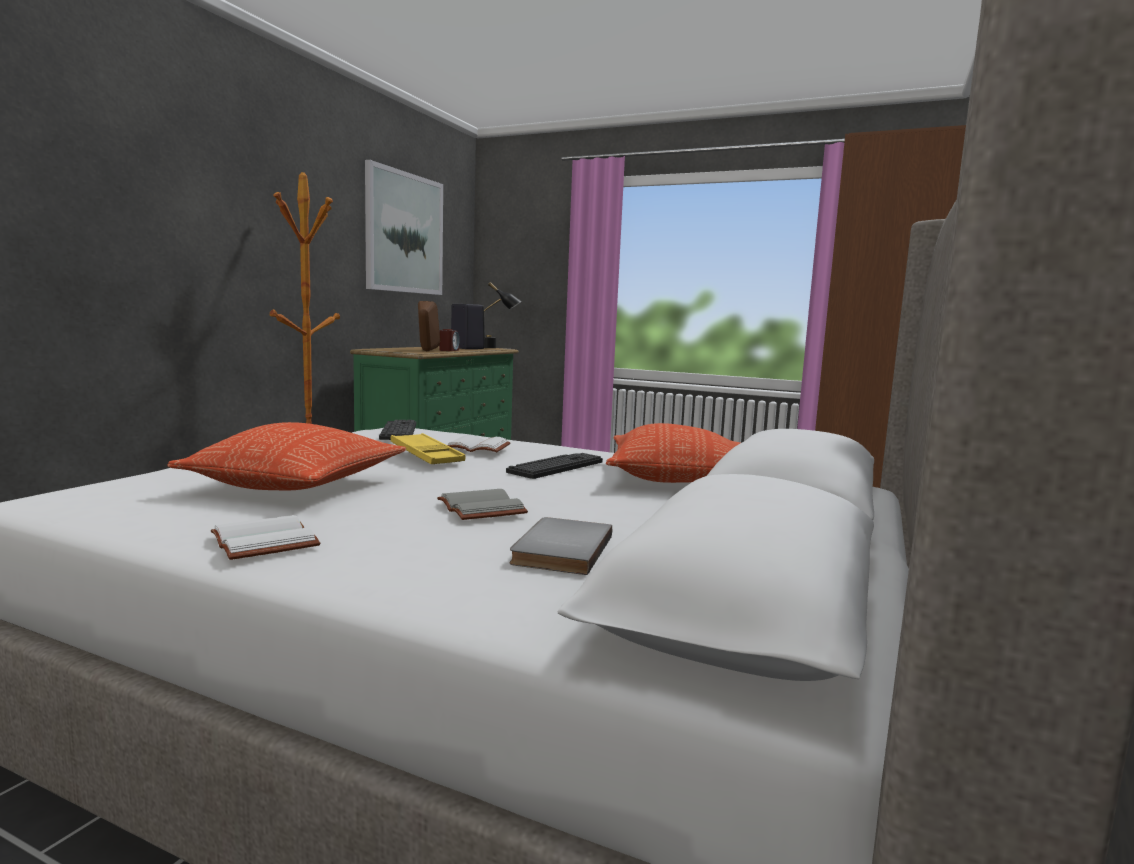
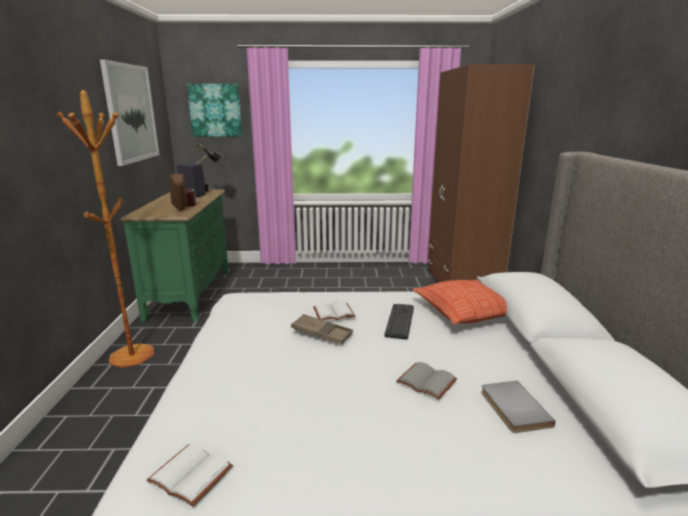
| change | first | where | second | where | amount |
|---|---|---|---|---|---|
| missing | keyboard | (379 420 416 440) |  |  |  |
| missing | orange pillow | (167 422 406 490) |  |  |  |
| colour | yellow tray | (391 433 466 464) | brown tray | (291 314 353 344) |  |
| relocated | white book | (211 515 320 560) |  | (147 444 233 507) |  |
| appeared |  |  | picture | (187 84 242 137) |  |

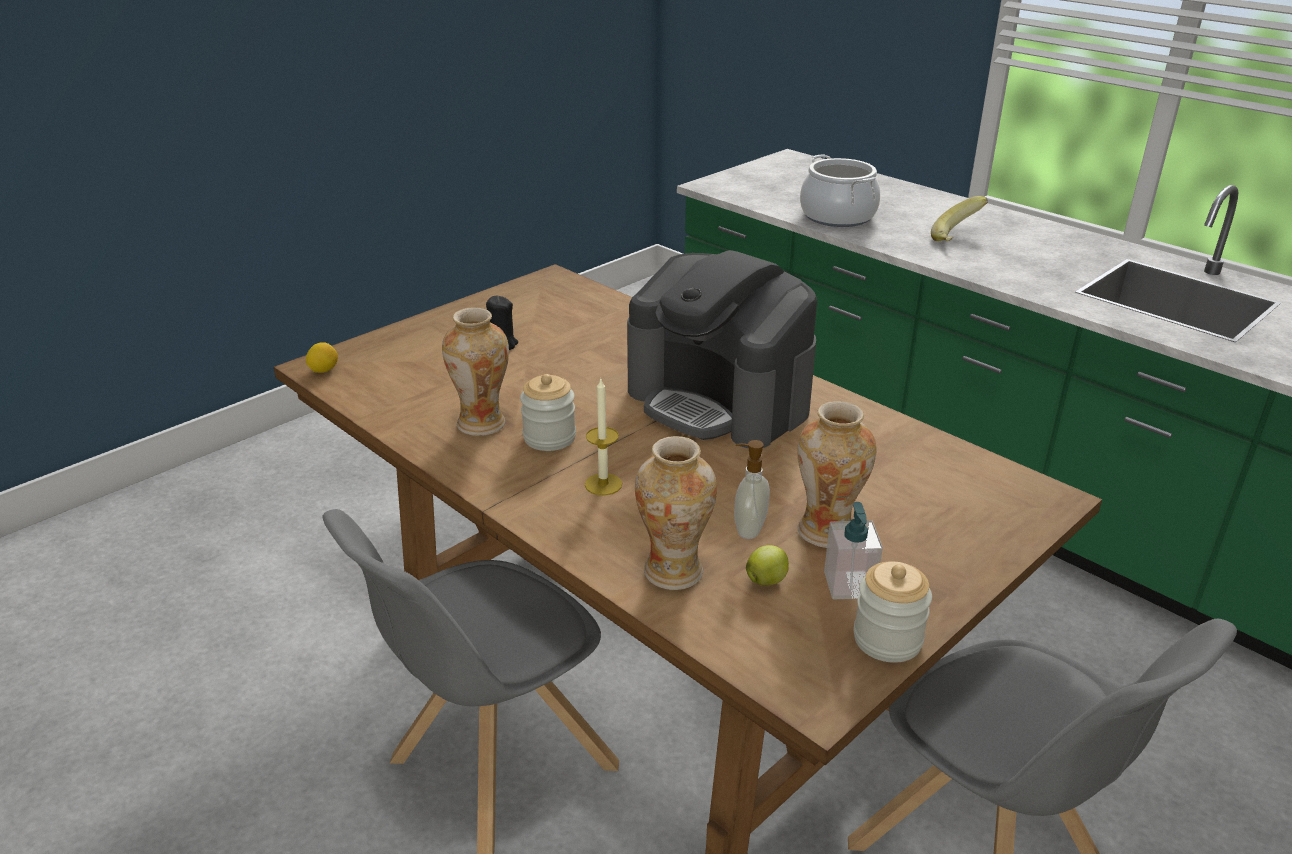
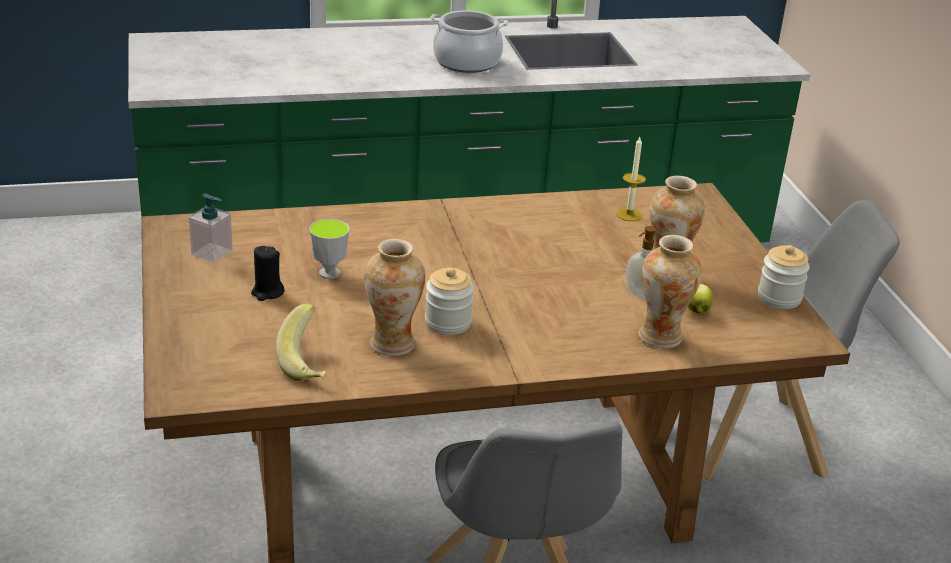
| change | first | where | second | where | amount |
|---|---|---|---|---|---|
| relocated | cooking pot | (800 155 880 227) |  | (430 10 508 73) |  |
| relocated | banana | (931 196 988 241) |  | (276 303 326 381) |  |
| missing | coffee machine | (627 250 817 448) |  |  |  |
| missing | lemon | (306 342 338 373) |  |  |  |
| relocated | candle | (585 379 622 496) |  | (616 137 646 221) |  |
| relocated | soap dispenser | (824 502 883 599) |  | (189 193 233 263) |  |
| appeared |  |  | cup | (309 219 349 279) |  |

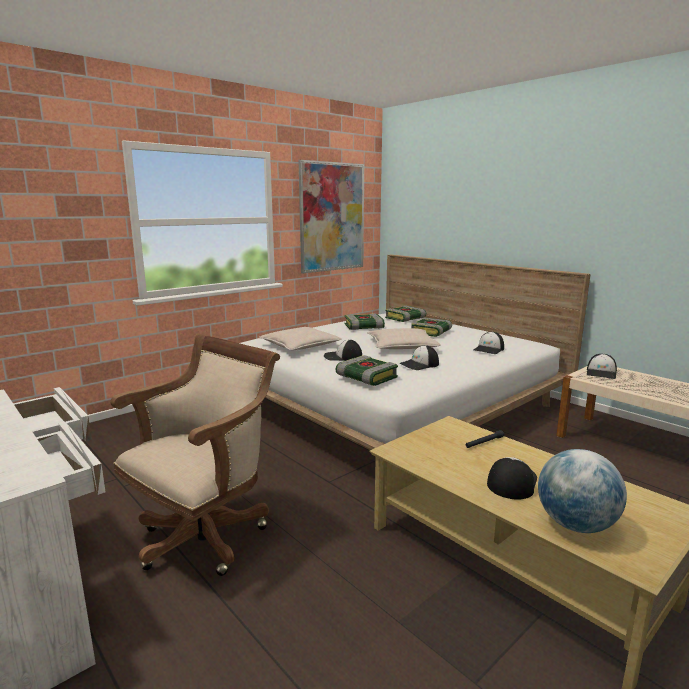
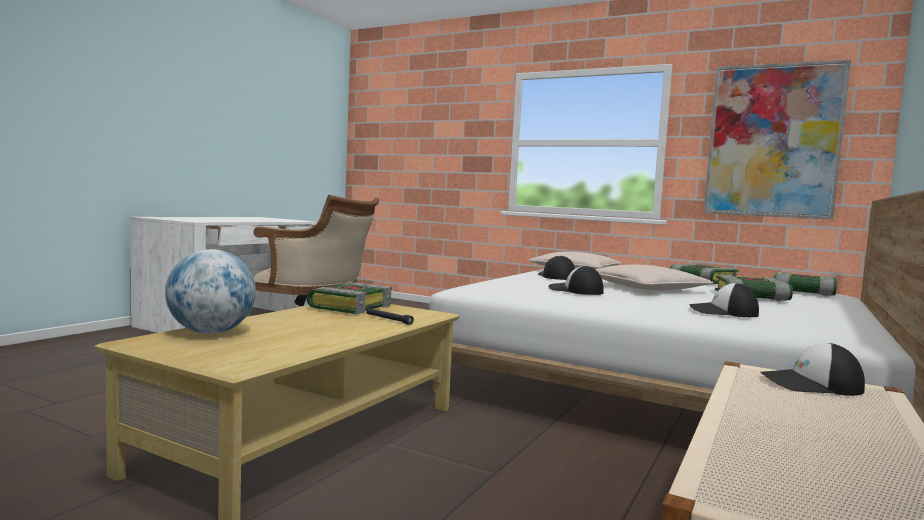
| change | first | where | second | where | amount |
|---|---|---|---|---|---|
| relocated | book | (335 355 398 386) |  | (307 282 392 314) |  |
| missing | cap | (487 457 537 499) |  |  |  |

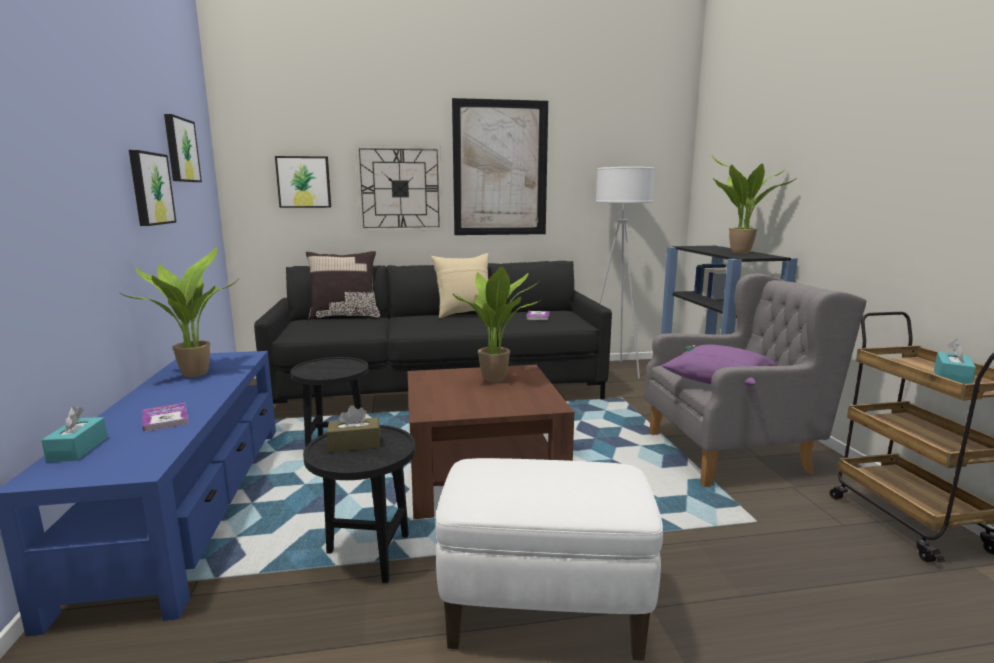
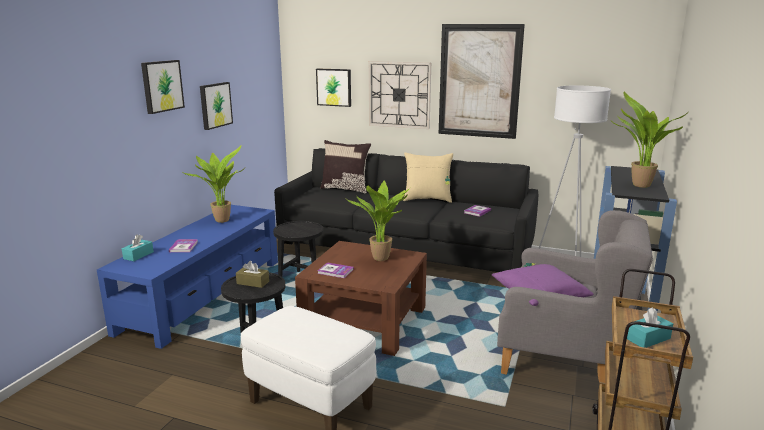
| change | first | where | second | where | amount |
|---|---|---|---|---|---|
| relocated | picture | (164 114 202 182) |  | (141 60 185 114) |  |
| appeared |  |  | book | (318 263 354 278) |  |

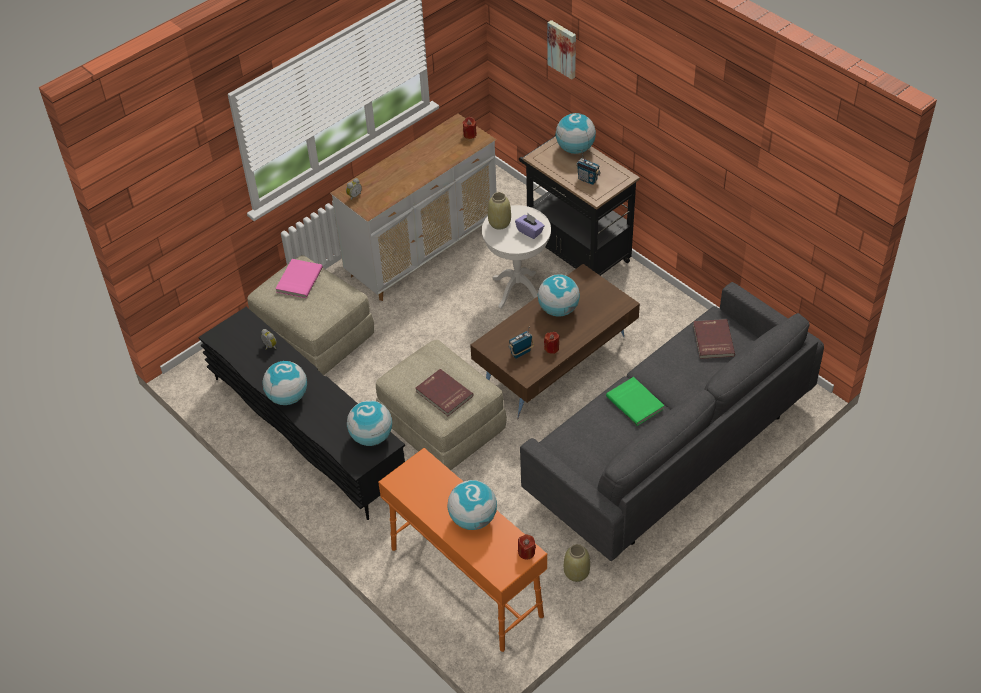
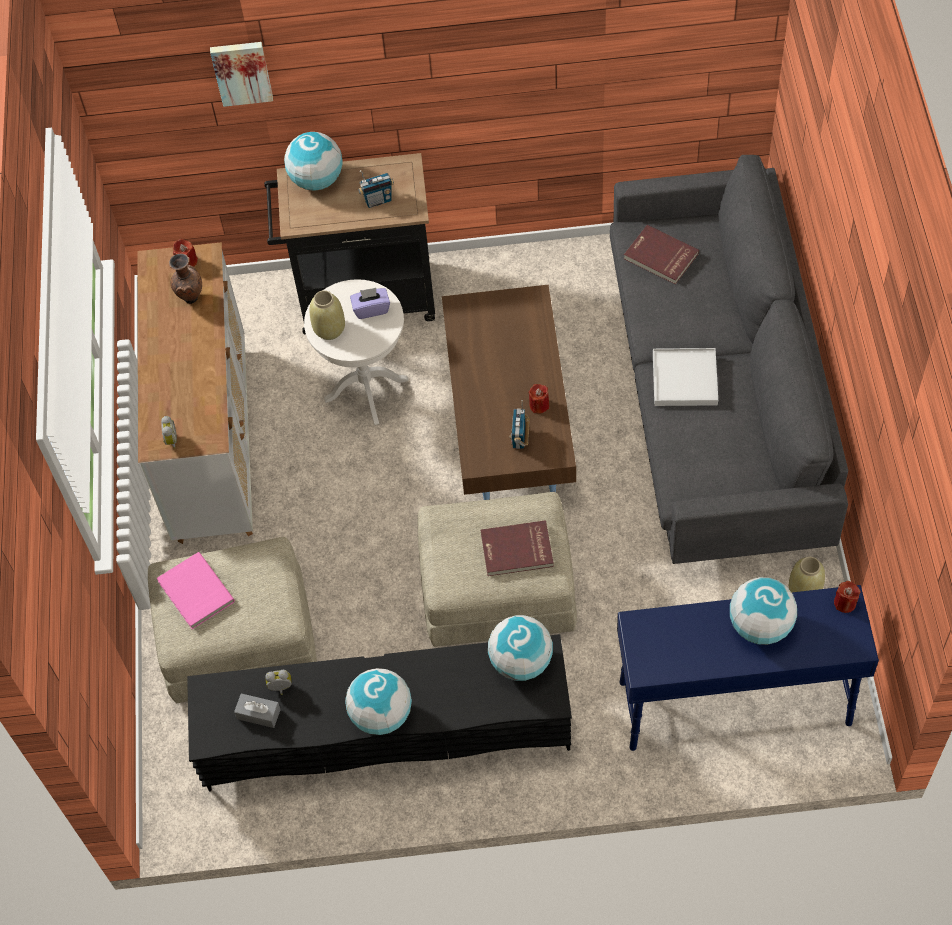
| change | first | where | second | where | amount |
|---|---|---|---|---|---|
| missing | globe | (538 274 580 317) |  |  |  |
| exchanged | green book | (606 377 664 426) | white tray | (653 348 718 406) |  |
| colour | orange console table | (378 448 547 652) | blue console table | (617 585 879 751) |  |
| appeared |  |  | brown vase | (169 253 202 304) |  |
| appeared |  |  | grey tissue box | (234 693 281 728) |  |

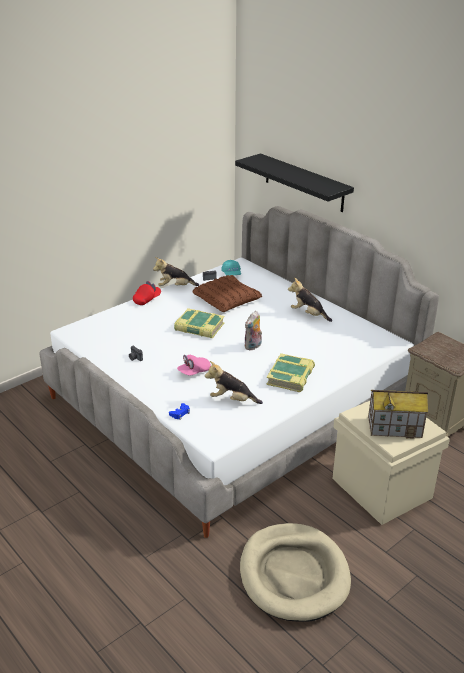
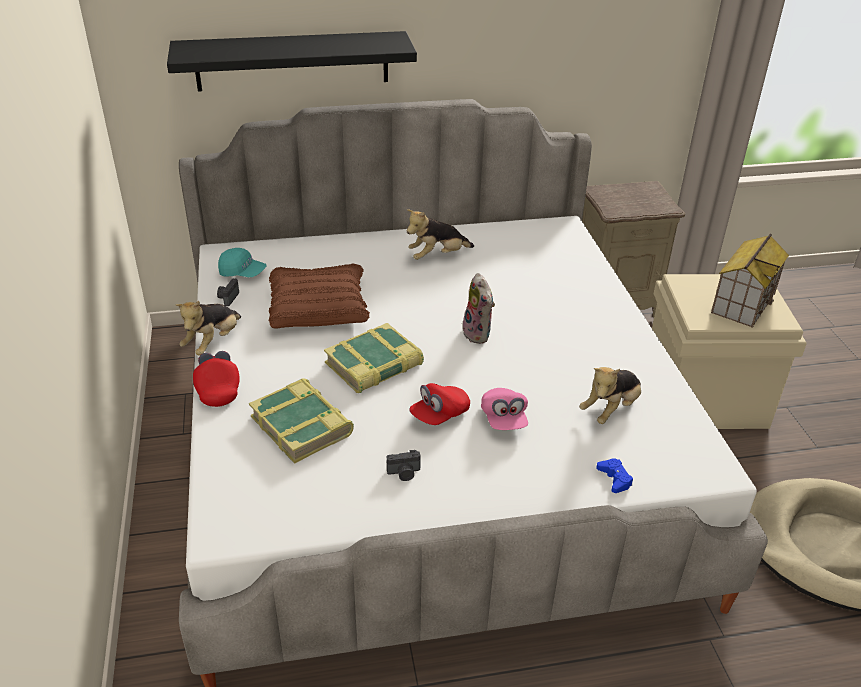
| change | first | where | second | where | amount |
|---|---|---|---|---|---|
| relocated | book | (267 353 315 392) |  | (249 378 354 464) |  |
| appeared |  |  | red cap | (409 383 470 425) |  |

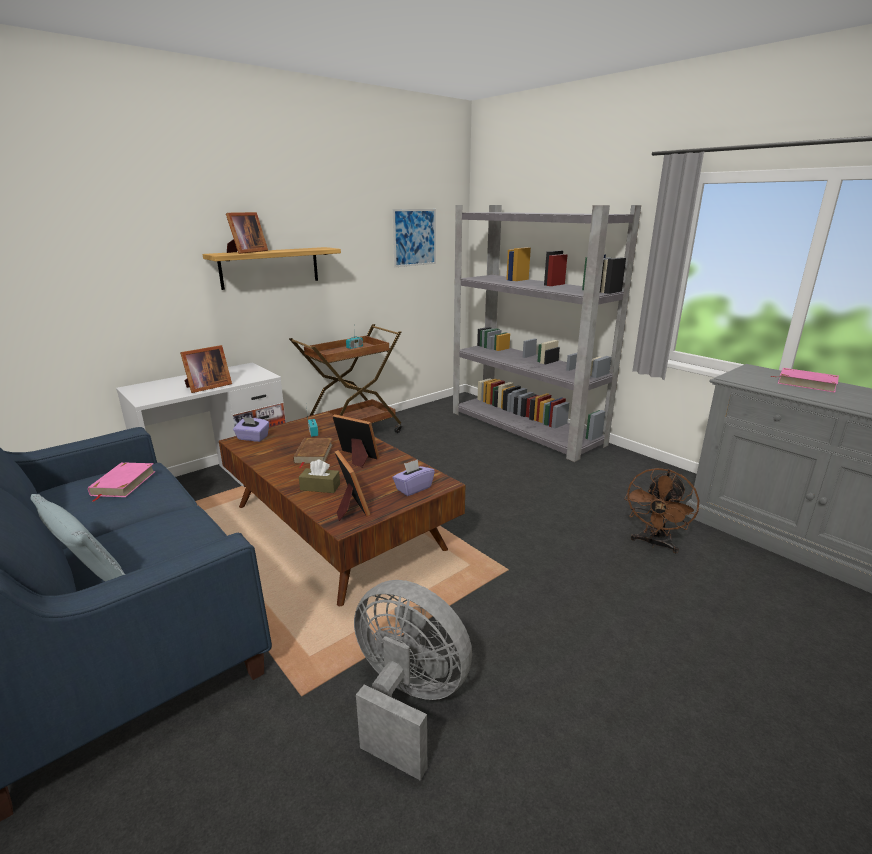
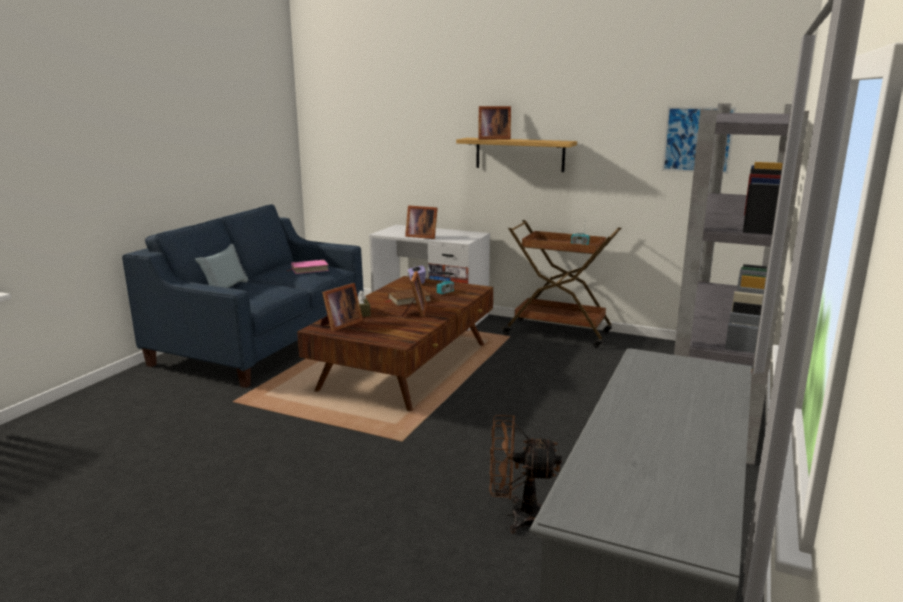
| change | first | where | second | where | amount |
|---|---|---|---|---|---|
| missing | pink book | (771 368 839 393) |  |  |  |
| missing | purple tissue box | (392 459 435 496) |  |  |  |
| missing | grey fan | (354 580 472 781) |  |  |  |

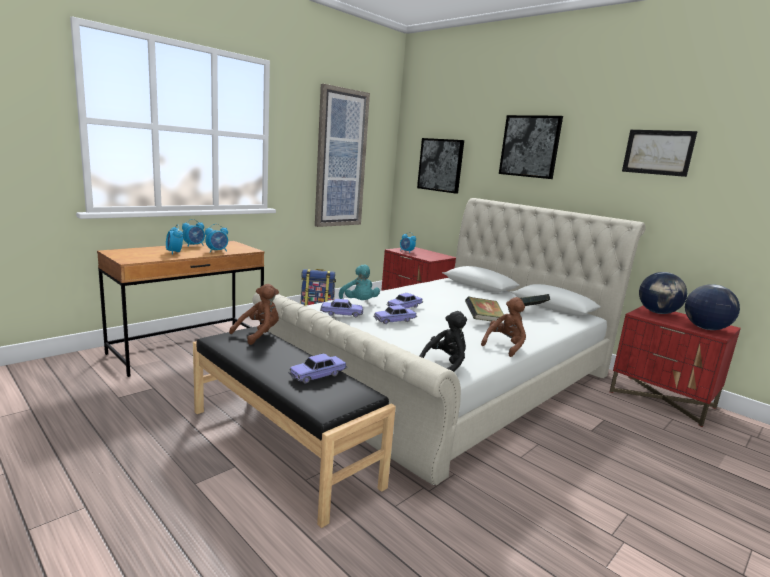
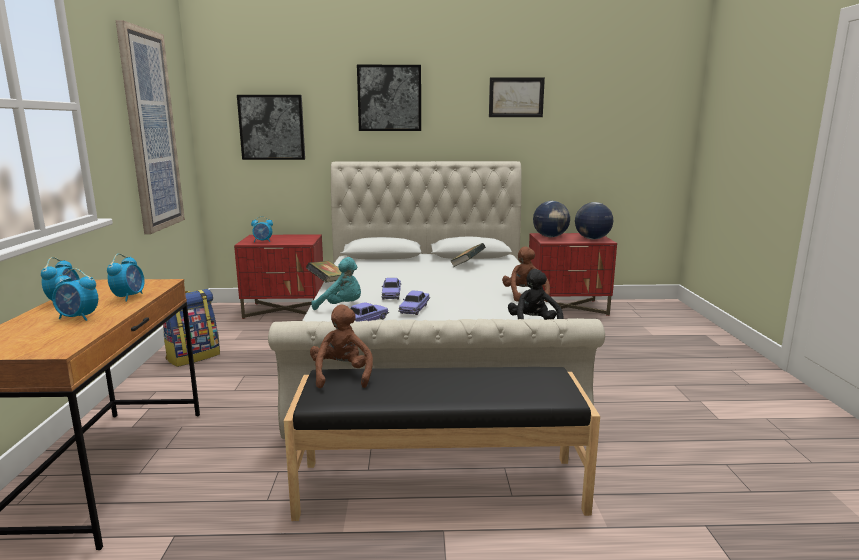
| change | first | where | second | where | amount |
|---|---|---|---|---|---|
| relocated | book | (465 297 504 323) |  | (306 261 341 283) |  |
| missing | toy car | (288 354 348 384) |  |  |  |

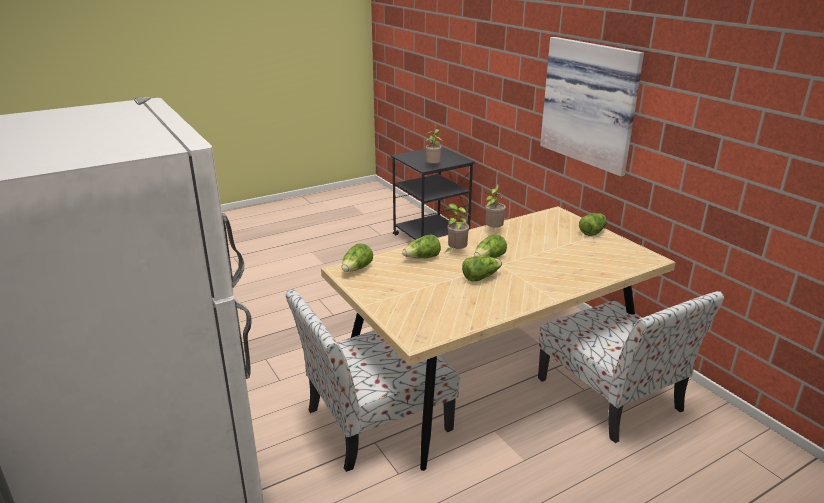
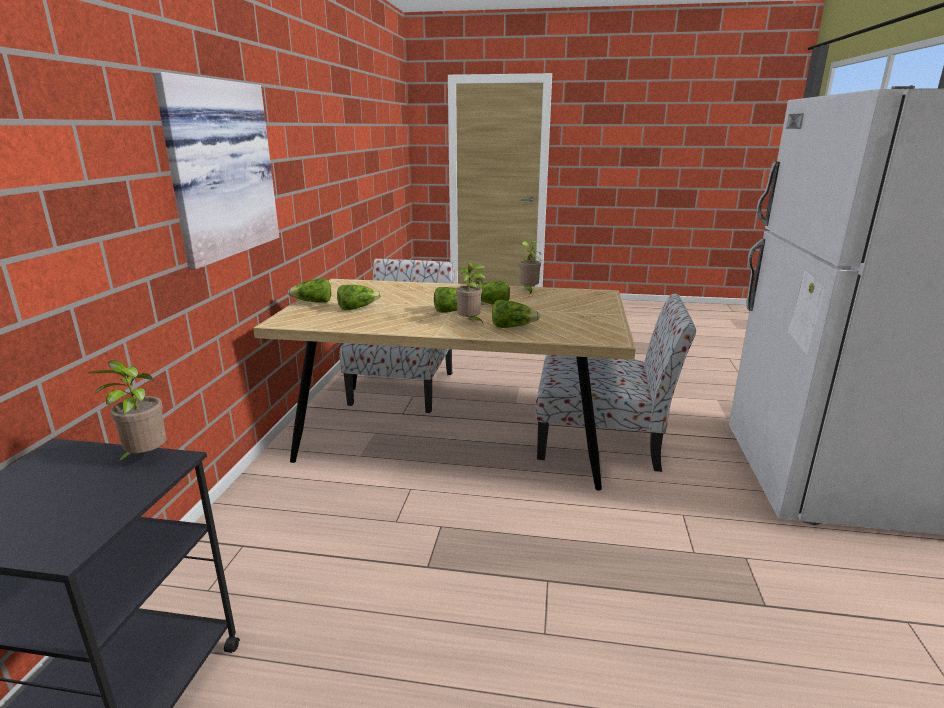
| change | first | where | second | where | amount |
|---|---|---|---|---|---|
| relocated | potted plant | (485 184 506 228) |  | (518 240 542 294) |  |
| relocated | lettuce | (342 243 373 272) |  | (337 285 381 310) |  |

